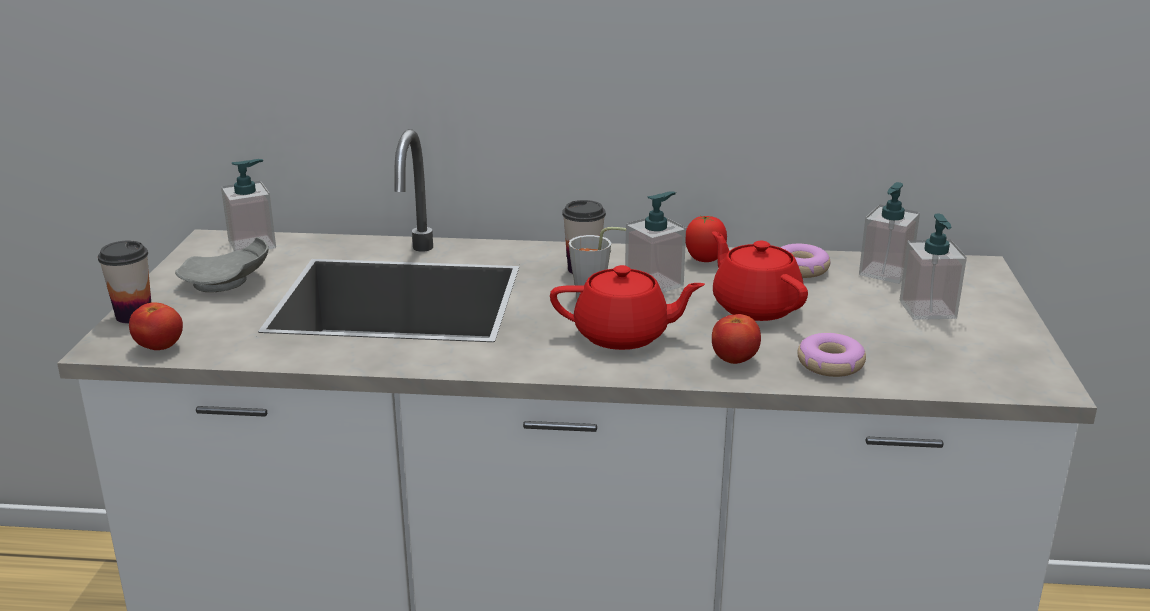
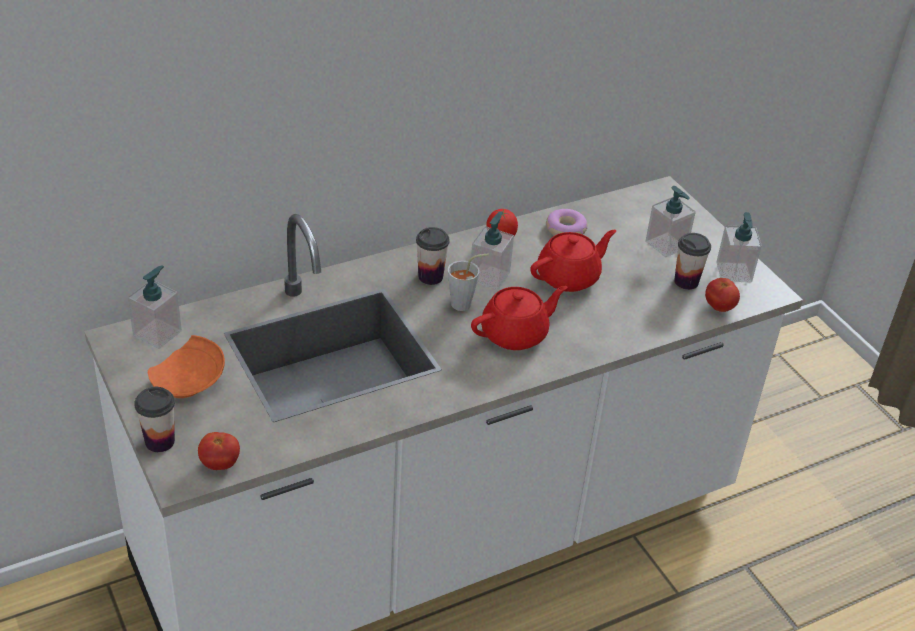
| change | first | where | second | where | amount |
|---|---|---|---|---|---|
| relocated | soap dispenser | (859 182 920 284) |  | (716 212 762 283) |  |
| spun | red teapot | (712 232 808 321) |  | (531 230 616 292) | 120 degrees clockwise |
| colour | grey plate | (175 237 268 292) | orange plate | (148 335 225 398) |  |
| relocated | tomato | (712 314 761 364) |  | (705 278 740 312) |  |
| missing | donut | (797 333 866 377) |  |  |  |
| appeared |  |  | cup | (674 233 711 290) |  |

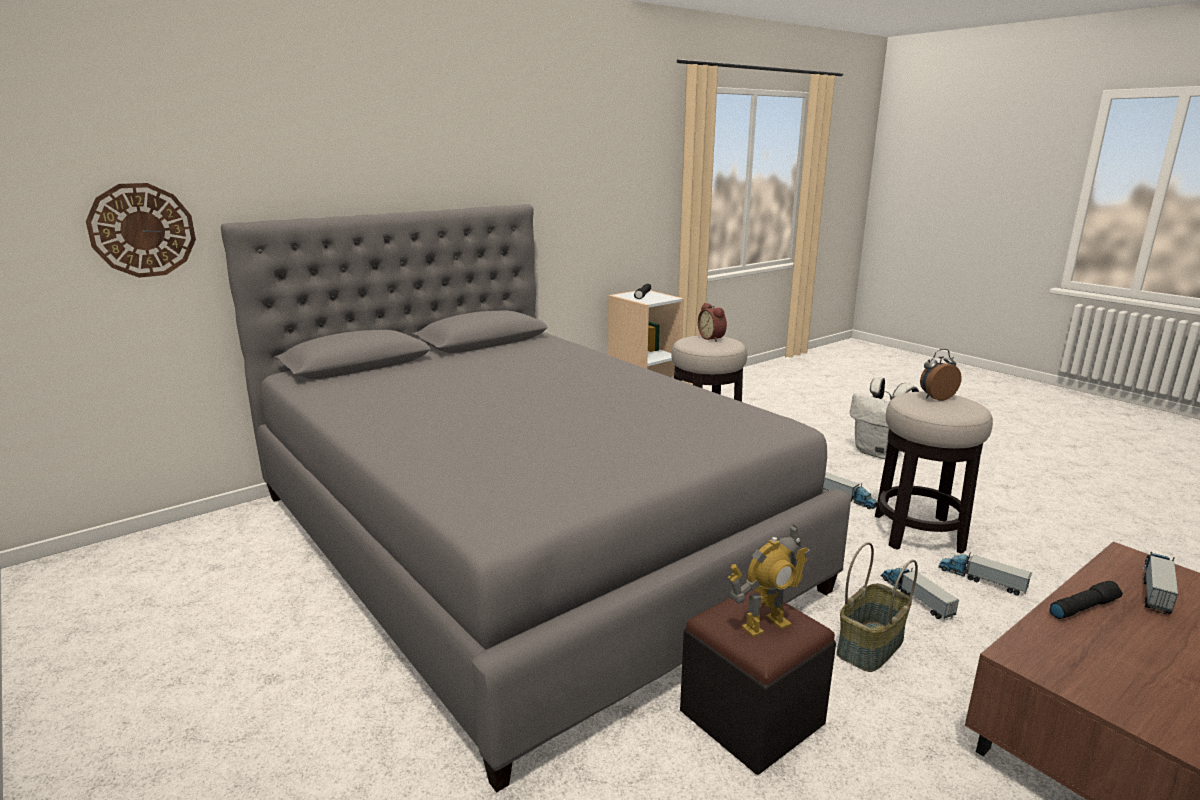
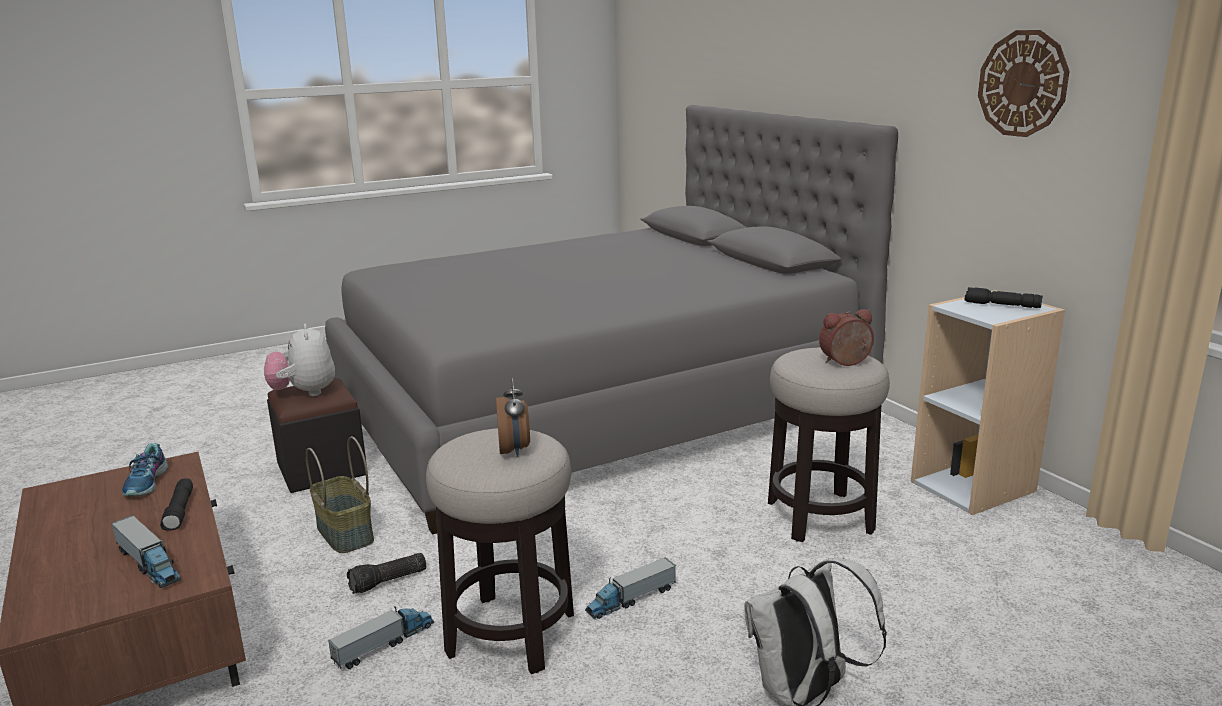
| change | first | where | second | where | amount |
|---|---|---|---|---|---|
| relocated | wall clock | (86 183 196 278) |  | (978 30 1070 137) |  |
| exchanged | toy robot | (728 525 811 637) | plush toy | (264 324 335 396) |  |
| exchanged | toy truck | (881 568 959 620) | flashlight | (347 553 426 594) |  |
| appeared |  |  | shoe | (122 443 168 496) |  |

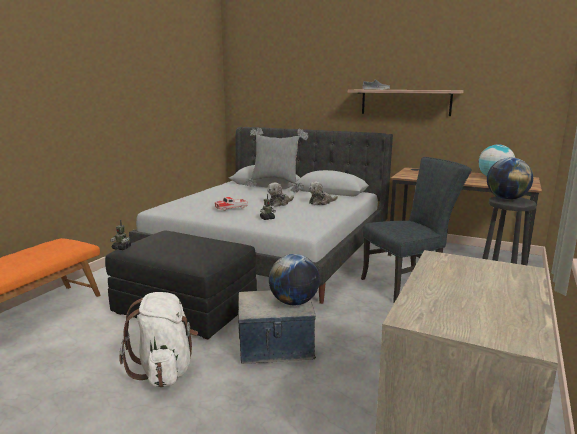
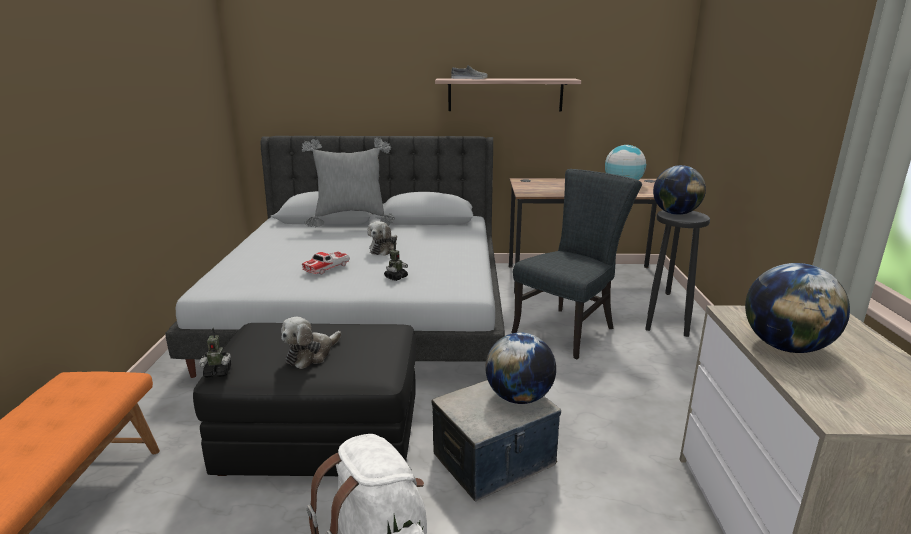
| change | first | where | second | where | amount |
|---|---|---|---|---|---|
| relocated | plush toy | (309 181 338 205) |  | (281 317 341 369) |  |
| appeared |  |  | globe | (745 263 850 353) |  |

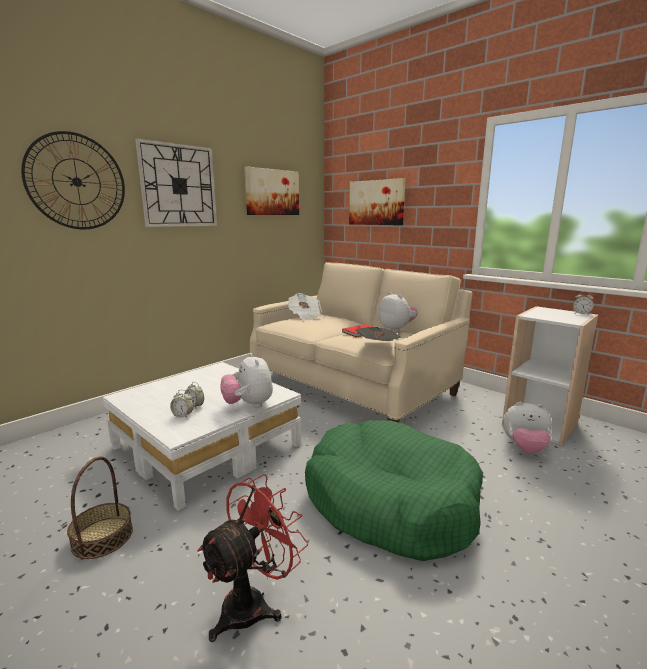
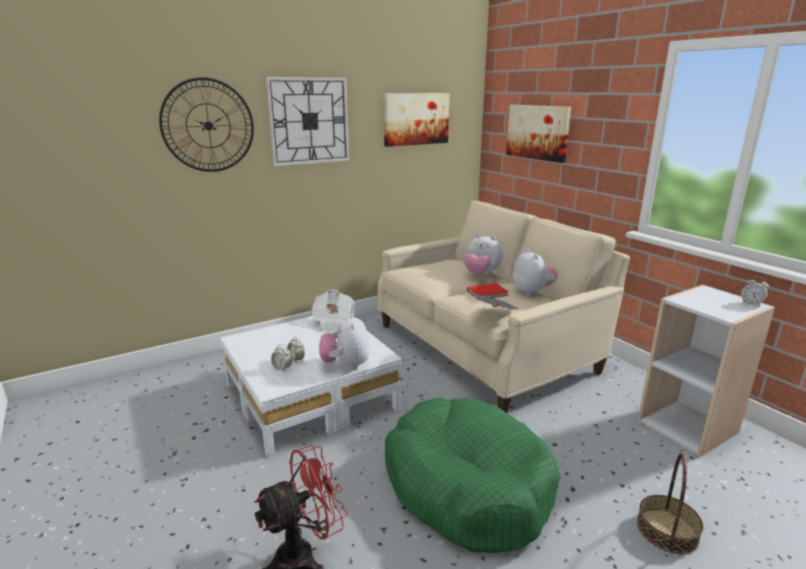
| change | first | where | second | where | amount |
|---|---|---|---|---|---|
| relocated | newspaper | (288 293 322 321) |  | (311 290 355 333) |  |
| relocated | plush toy | (503 402 552 453) |  | (463 234 503 275) |  |
| relocated | basket | (67 456 133 559) |  | (637 453 703 554) |  |

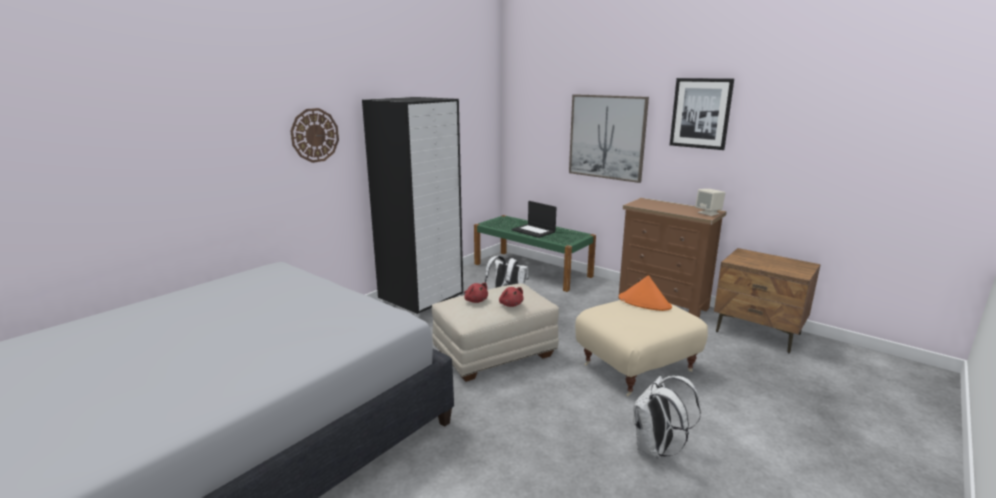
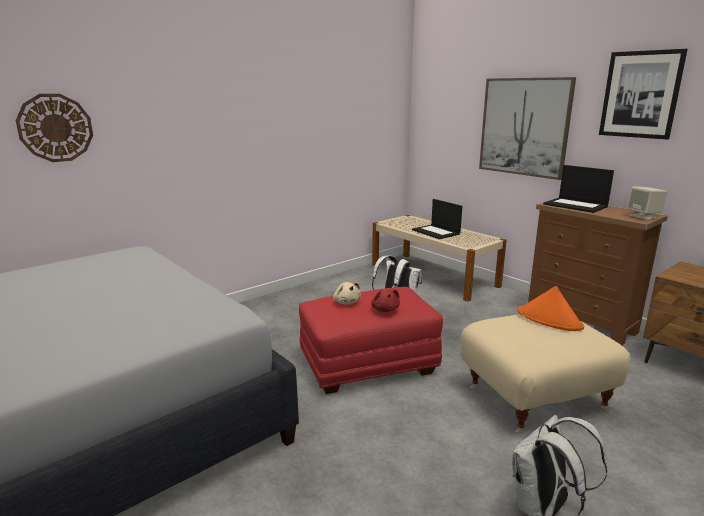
| change | first | where | second | where | amount |
|---|---|---|---|---|---|
| missing | wardrobe | (362 97 463 318) |  |  |  |
| relocated | wall clock | (290 108 339 163) |  | (16 94 93 162) |  |
| colour | green bench | (474 215 596 292) | beige bench | (372 215 507 302) |  |
| colour | beige ottoman | (432 283 559 382) | red ottoman | (299 287 443 394) |  |
| colour | red plush toy | (464 283 488 303) | beige plush toy | (333 282 361 305) |  |
| appeared |  |  | laptop | (543 165 614 213) |  |

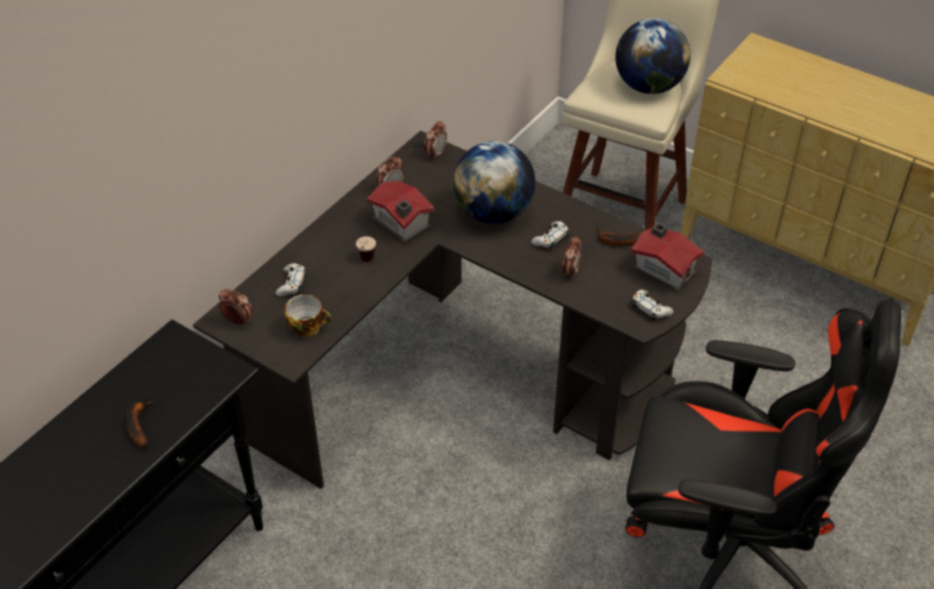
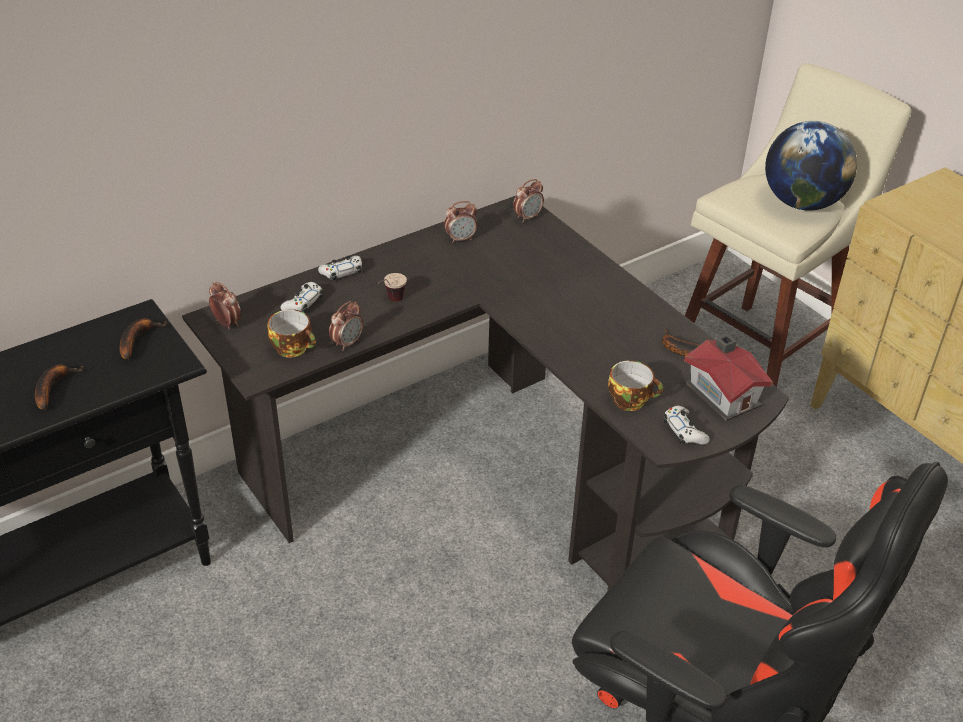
| change | first | where | second | where | amount |
|---|---|---|---|---|---|
| missing | globe | (453 141 536 224) |  |  |  |
| missing | toy house | (366 181 435 243) |  |  |  |
| relocated | white game controller | (531 221 569 249) |  | (318 256 362 281) |  |
| relocated | alarm clock | (562 236 582 279) |  | (329 301 363 351) |  |
| appeared |  |  | banana | (120 318 168 360) |  |
| appeared |  |  | cup | (608 360 663 411) |  |

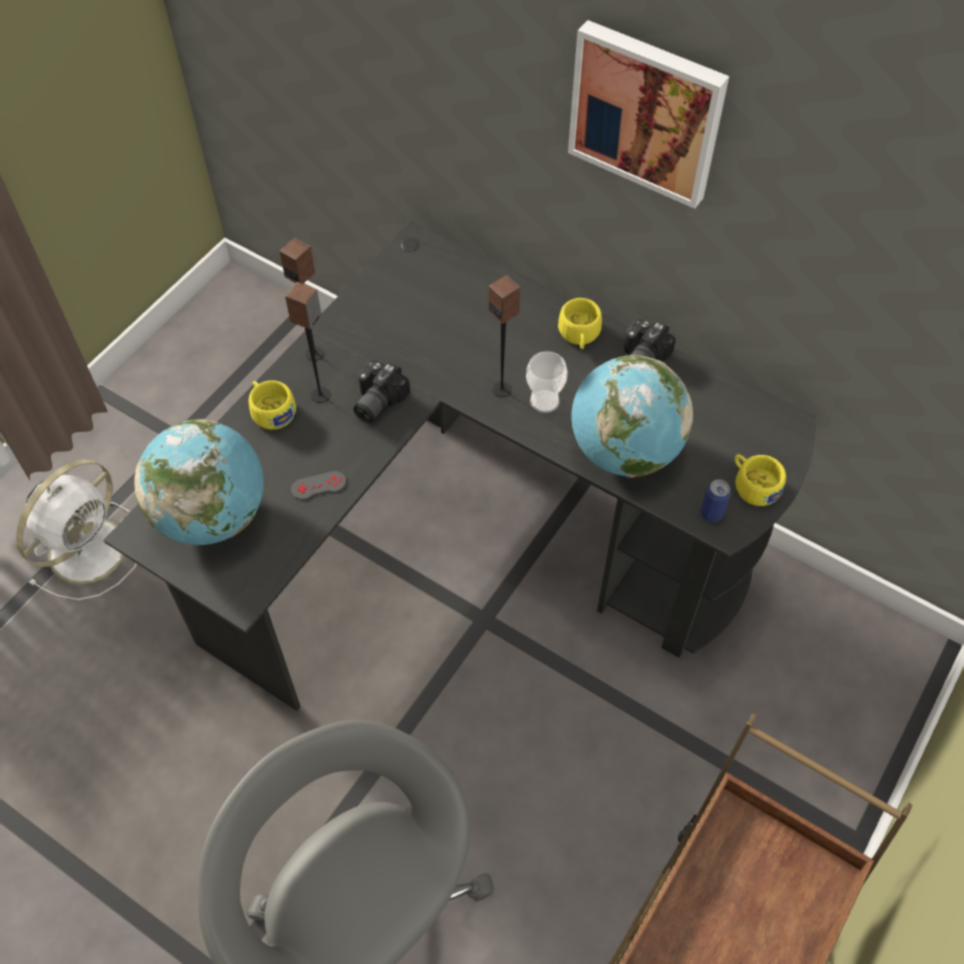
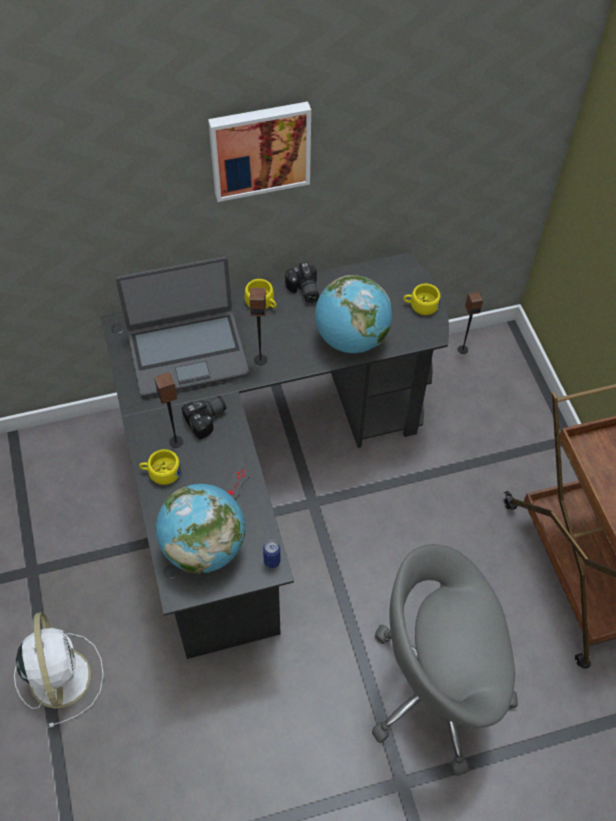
| change | first | where | second | where | amount |
|---|---|---|---|---|---|
| relocated | speaker | (279 238 324 361) |  | (458 291 483 354) |  |
| missing | cup | (526 351 568 413) |  |  |  |
| spun | photo camera | (353 360 410 423) |  | (182 396 226 439) | 105 degrees counterclockwise |
| relocated | can | (701 479 731 522) |  | (263 540 281 568) |  |
| appeared |  |  | laptop | (116 257 249 397) |  |

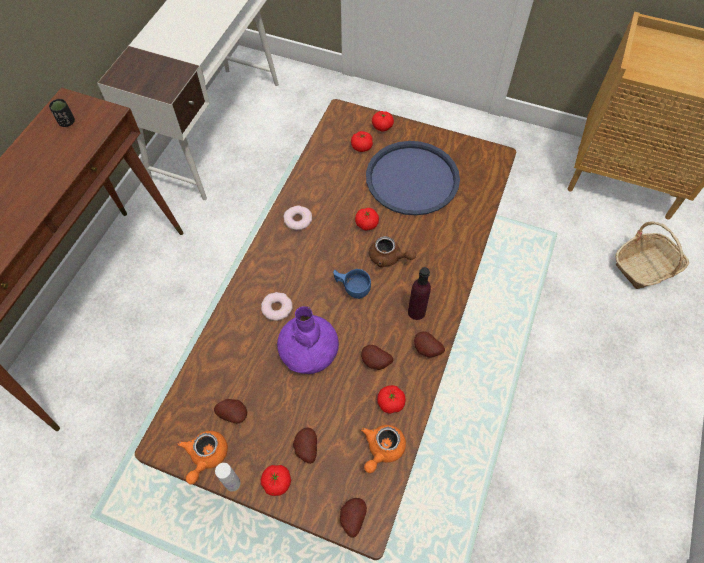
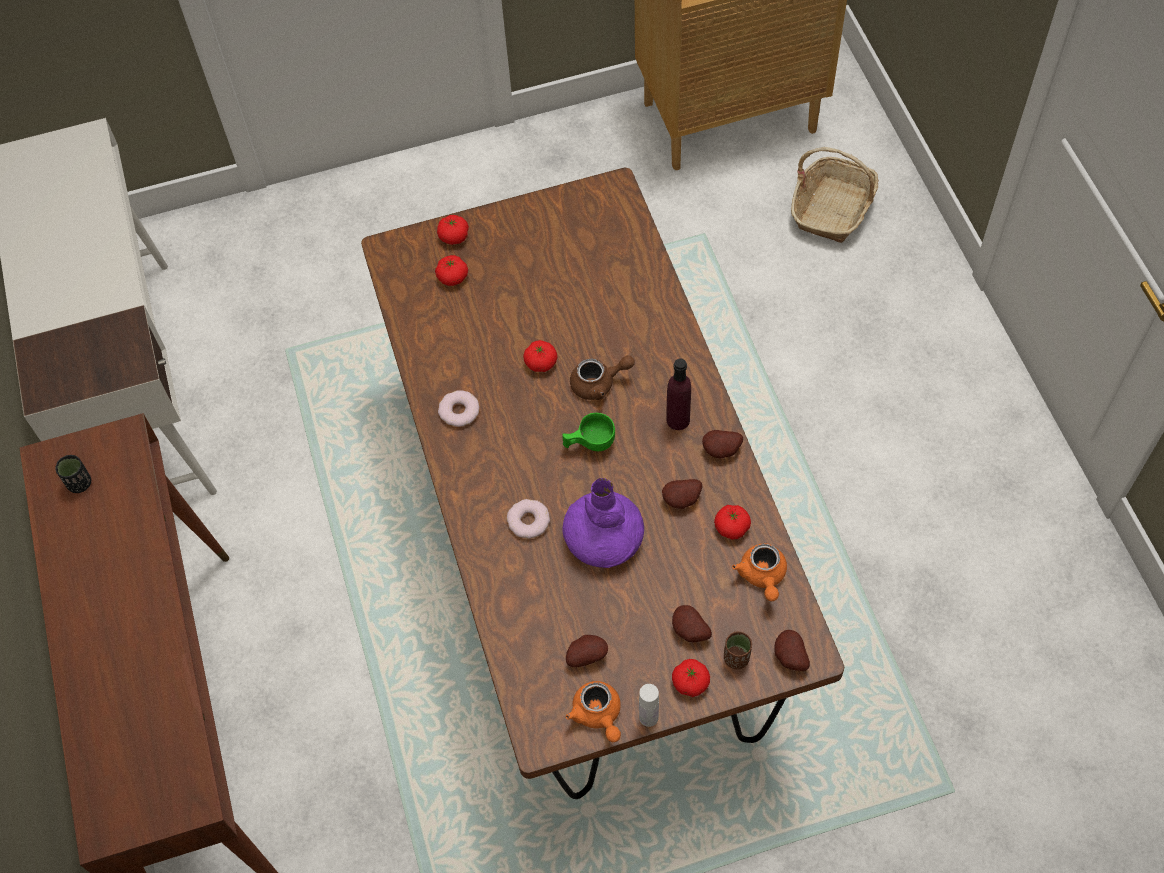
| change | first | where | second | where | amount |
|---|---|---|---|---|---|
| missing | blue tray | (366 141 460 215) |  |  |  |
| colour | blue cup | (333 269 371 299) | green cup | (562 413 615 451) |  |
| appeared |  |  | brown cup | (724 631 752 669) |  |

